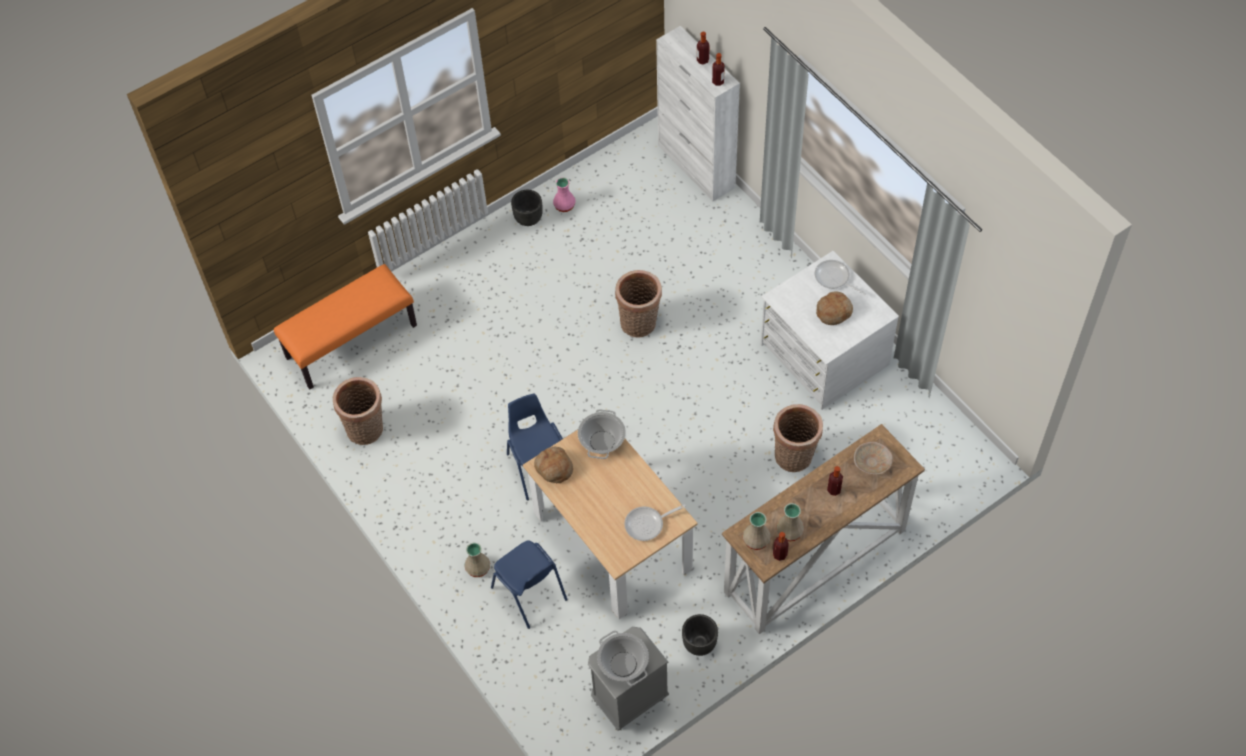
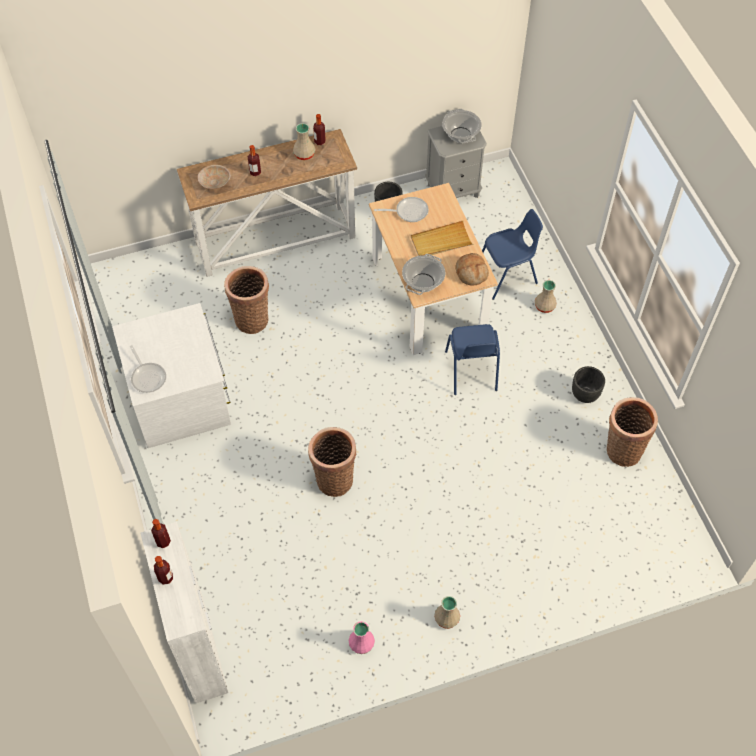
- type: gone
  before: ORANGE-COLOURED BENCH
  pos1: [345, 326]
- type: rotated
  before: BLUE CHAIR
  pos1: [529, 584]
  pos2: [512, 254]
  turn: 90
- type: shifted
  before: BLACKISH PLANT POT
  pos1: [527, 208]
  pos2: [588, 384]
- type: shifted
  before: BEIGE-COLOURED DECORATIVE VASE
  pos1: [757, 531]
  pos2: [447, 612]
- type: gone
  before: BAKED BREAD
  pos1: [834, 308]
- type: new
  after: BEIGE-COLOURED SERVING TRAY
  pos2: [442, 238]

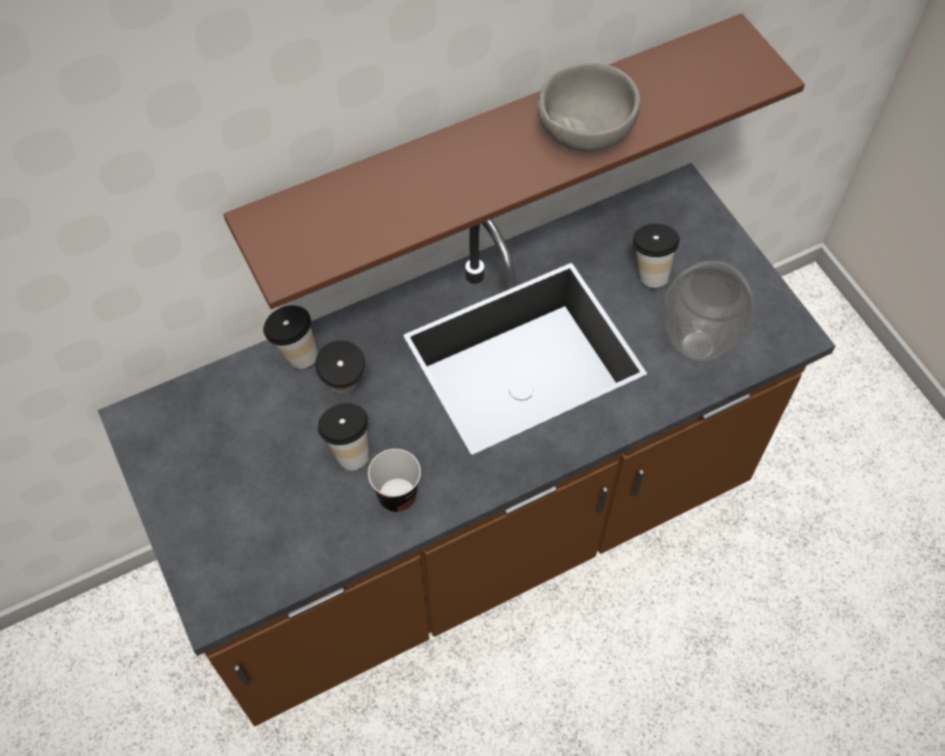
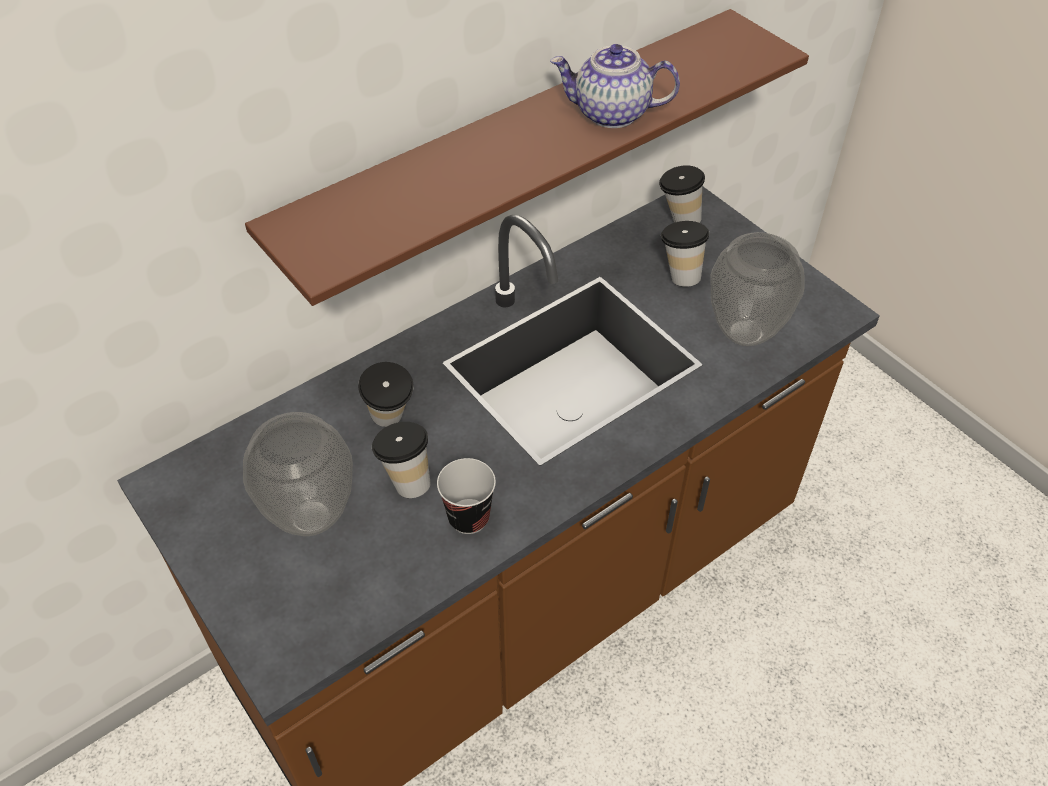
- type: shifted
  before: SMALL CUP
  pos1: [290, 337]
  pos2: [682, 194]
- type: swapped
  before: GRAY SERVING BOWL
  after: TEA POT
  pos1: [589, 107]
  pos2: [615, 86]
- type: new
  after: DECORATIVE VASE
  pos2: [298, 474]

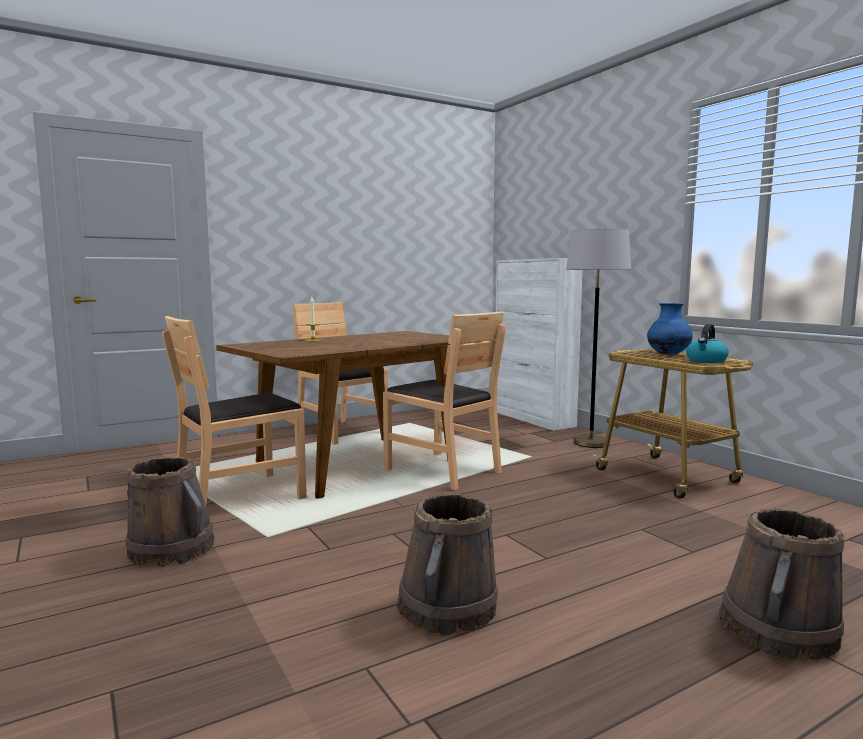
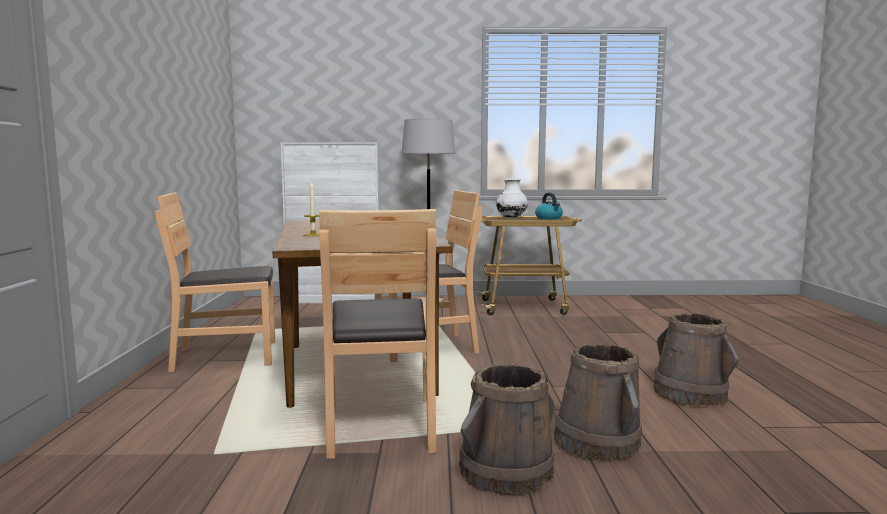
- type: repainted
  before: BLUE DECORATIVE VASE
  after: WHITISH DECORATIVE VASE
  pos1: [670, 329]
  pos2: [512, 198]
- type: shifted
  before: BROWN-COLOURED WATER BUCKET
  pos1: [781, 584]
  pos2: [598, 402]

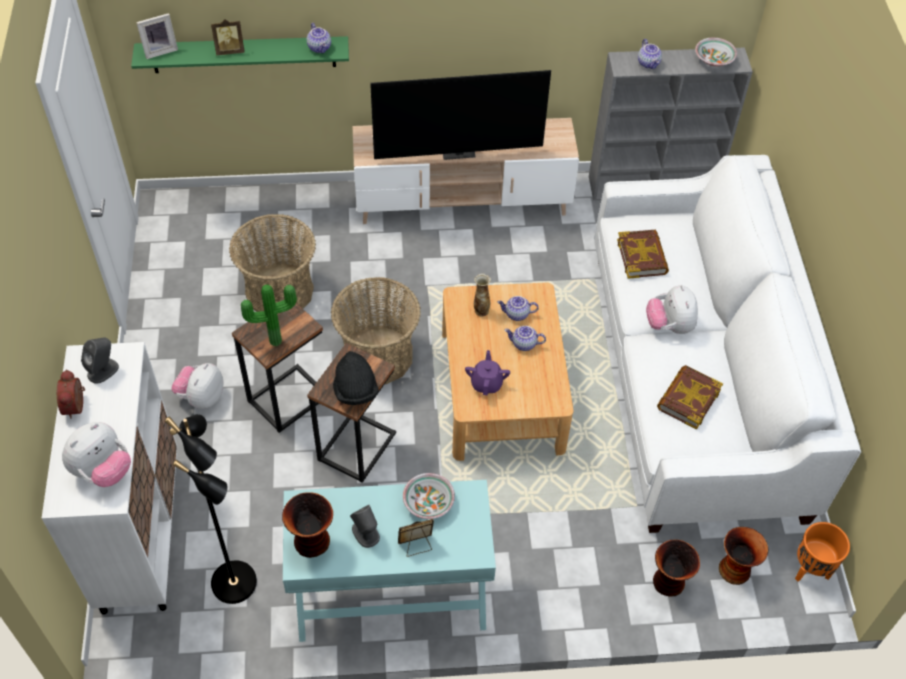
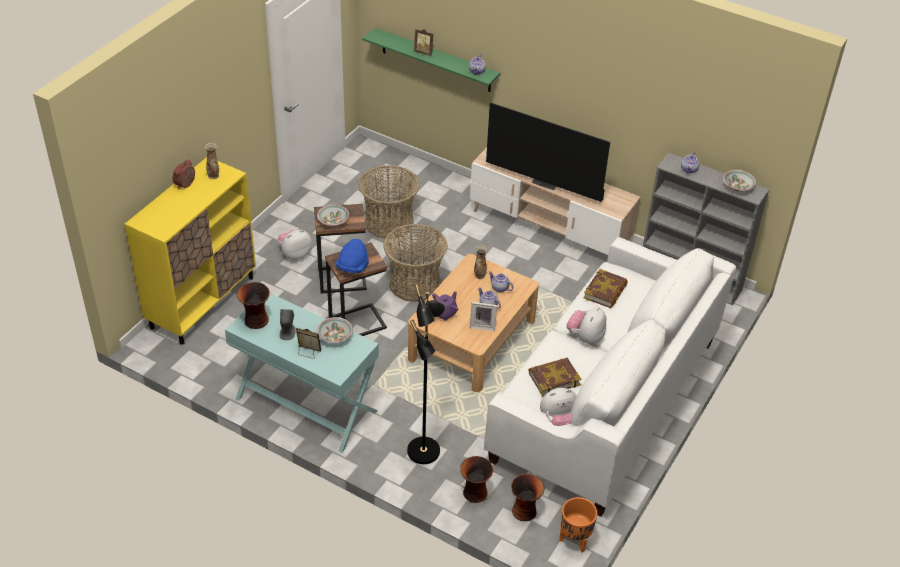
- type: repainted
  before: WHITISH CABINET
  after: YELLOWISH CABINET
  pos1: [109, 478]
  pos2: [190, 251]
- type: shifted
  before: SOFT TOY
  pos1: [96, 454]
  pos2: [558, 407]
- type: swapped
  before: GRAY SPEAKER
  after: DECORATIVE VASE
  pos1: [100, 360]
  pos2: [212, 161]
- type: shifted
  before: PICTURE FRAME
  pos1: [157, 36]
  pos2: [483, 316]
- type: shifted
  before: BLACKISH FLOOR LAMP
  pos1: [211, 509]
  pos2: [426, 374]
- type: swapped
  before: PLANT IN A POT
  after: SERVING BOWL
  pos1: [269, 315]
  pos2: [333, 215]
- type: repainted
  before: BLACKISH CLOTHING HAT
  after: BLUE CLOTHING HAT
  pos1: [356, 378]
  pos2: [352, 256]

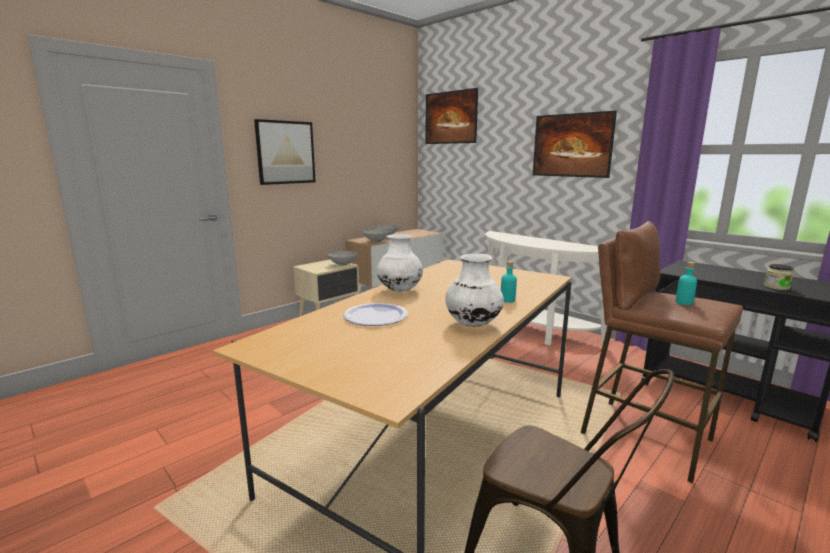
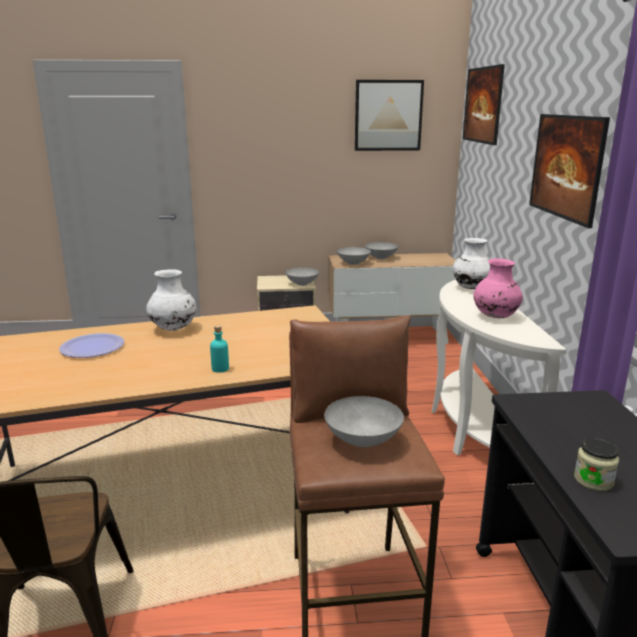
- type: shifted
  before: WALL PICTURE
  pos1: [285, 152]
  pos2: [389, 115]
- type: shifted
  before: WHITISH DECORATIVE VASE
  pos1: [474, 290]
  pos2: [471, 263]
- type: swapped
  before: TURQUOISE BOTTLE
  after: GRAY SERVING BOWL
  pos1: [686, 283]
  pos2: [364, 421]
- type: new
  after: PINKISH DECORATIVE VASE
  pos2: [498, 288]

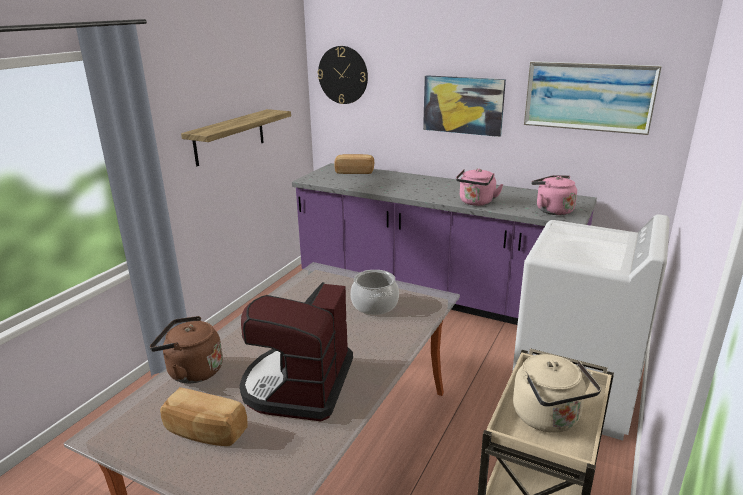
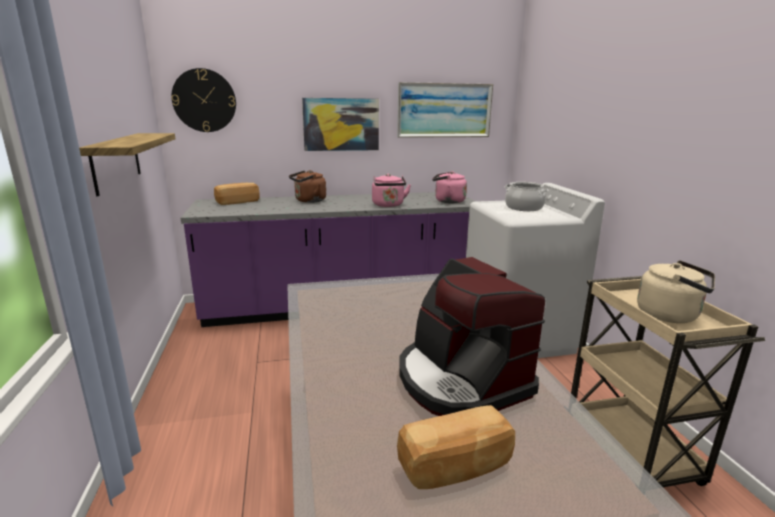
- type: shifted
  before: BROWN-COLOURED TEA KETTLE
  pos1: [186, 349]
  pos2: [307, 186]
- type: shifted
  before: COOKING POT
  pos1: [374, 292]
  pos2: [527, 196]

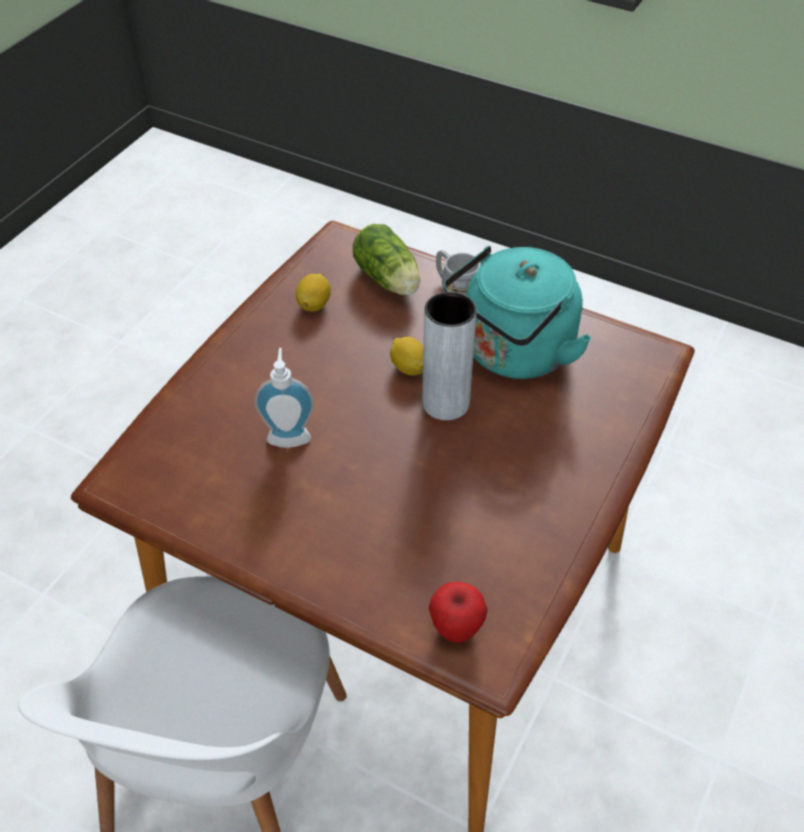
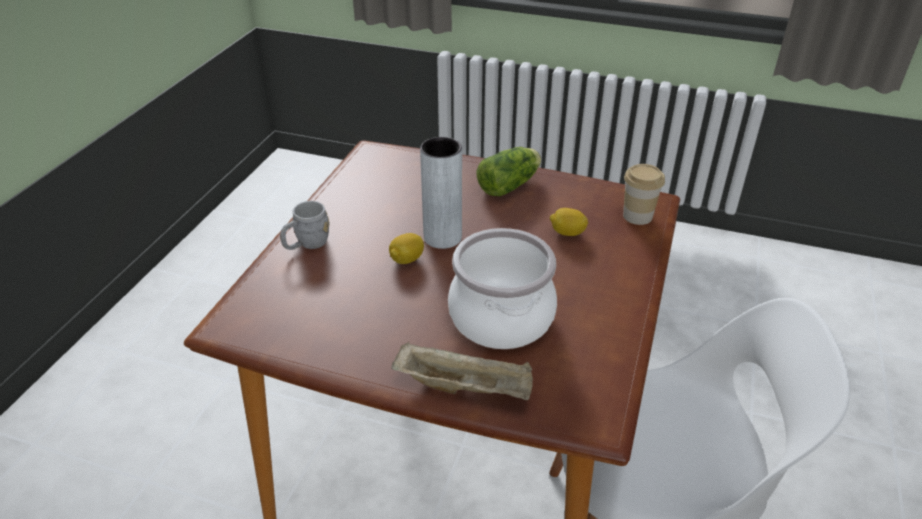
- type: swapped
  before: SOAP BOTTLE
  after: COOKING POT
  pos1: [284, 398]
  pos2: [502, 288]
- type: shifted
  before: CITRUS FRUIT
  pos1: [313, 292]
  pos2: [569, 222]
- type: shifted
  before: LETTUCE
  pos1: [386, 260]
  pos2: [508, 171]
- type: swapped
  before: APPLE
  after: SMALL CUP
  pos1: [458, 612]
  pos2: [644, 194]
- type: gone
  before: TURQUOISE TEA KETTLE
  pos1: [517, 312]
- type: new
  after: BEIGE-COLOURED SERVING TRAY
  pos2: [462, 371]

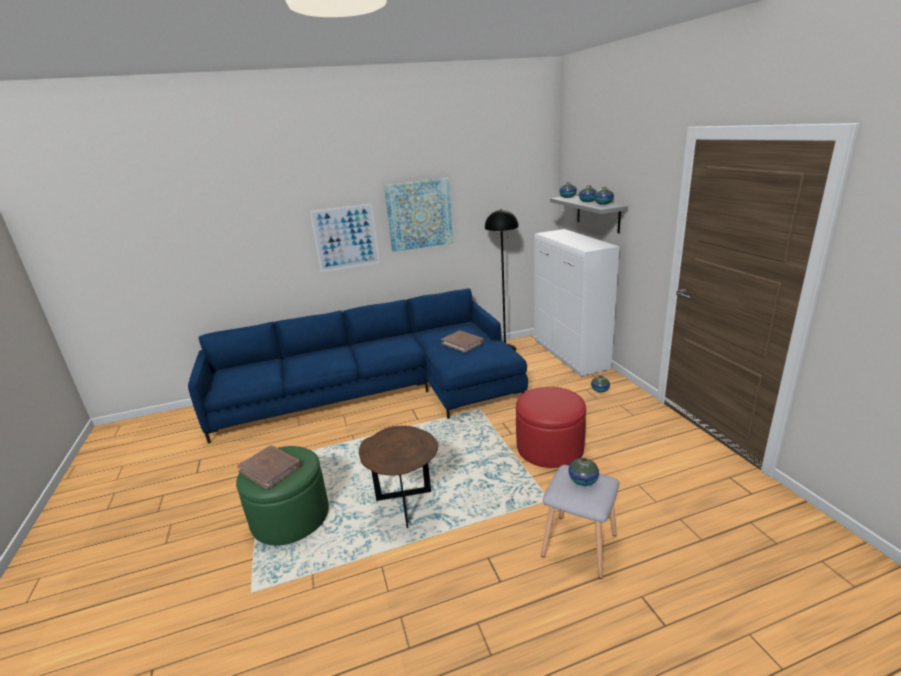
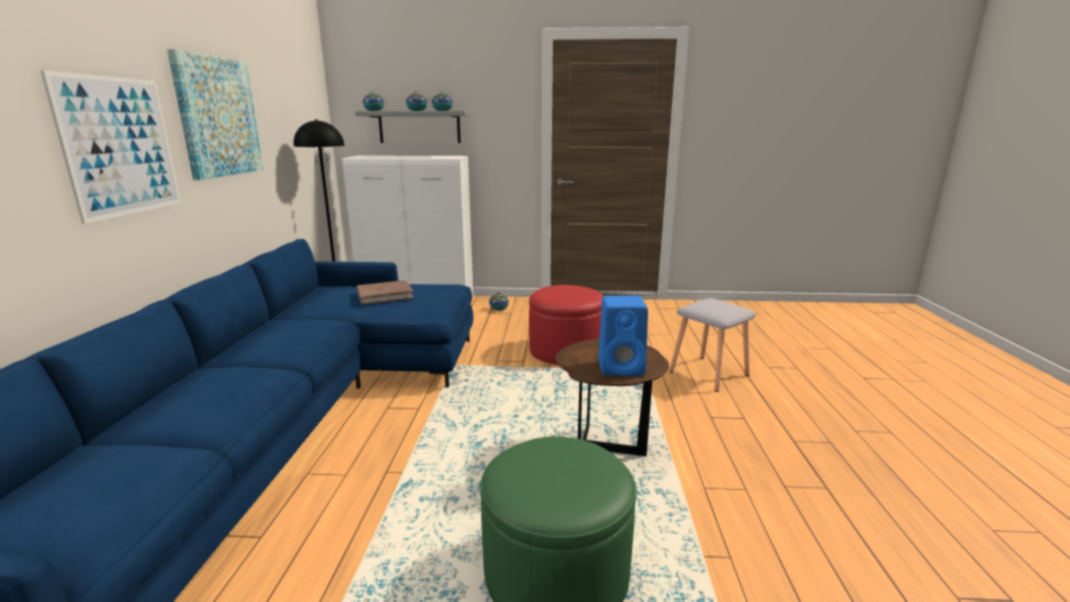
- type: gone
  before: BROWN-COLOURED BOUND BOOK
  pos1: [269, 467]
- type: gone
  before: DECORATIVE VASE
  pos1: [583, 472]
- type: new
  after: BLUE SPEAKER
  pos2: [623, 336]

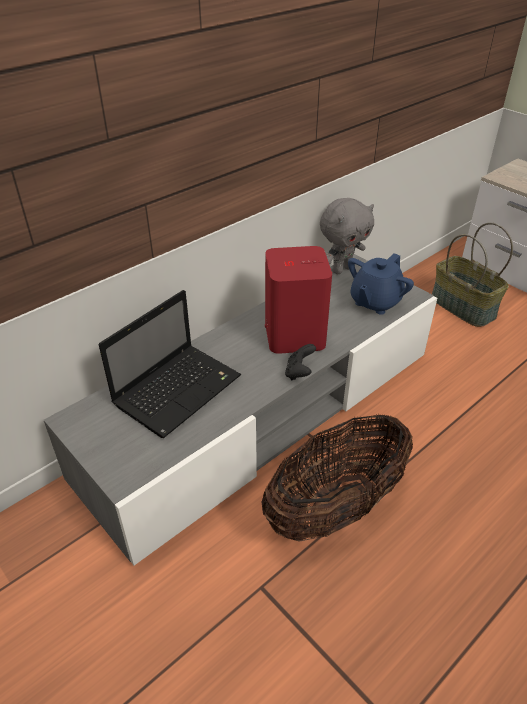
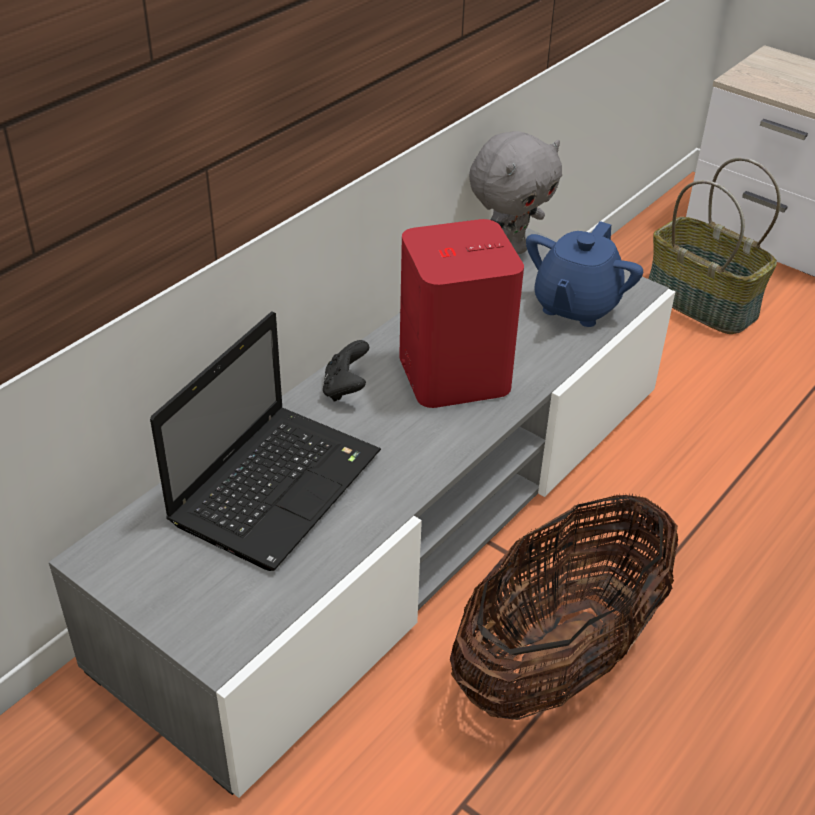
- type: shifted
  before: BLACKISH GAMEPAD
  pos1: [300, 362]
  pos2: [346, 371]

